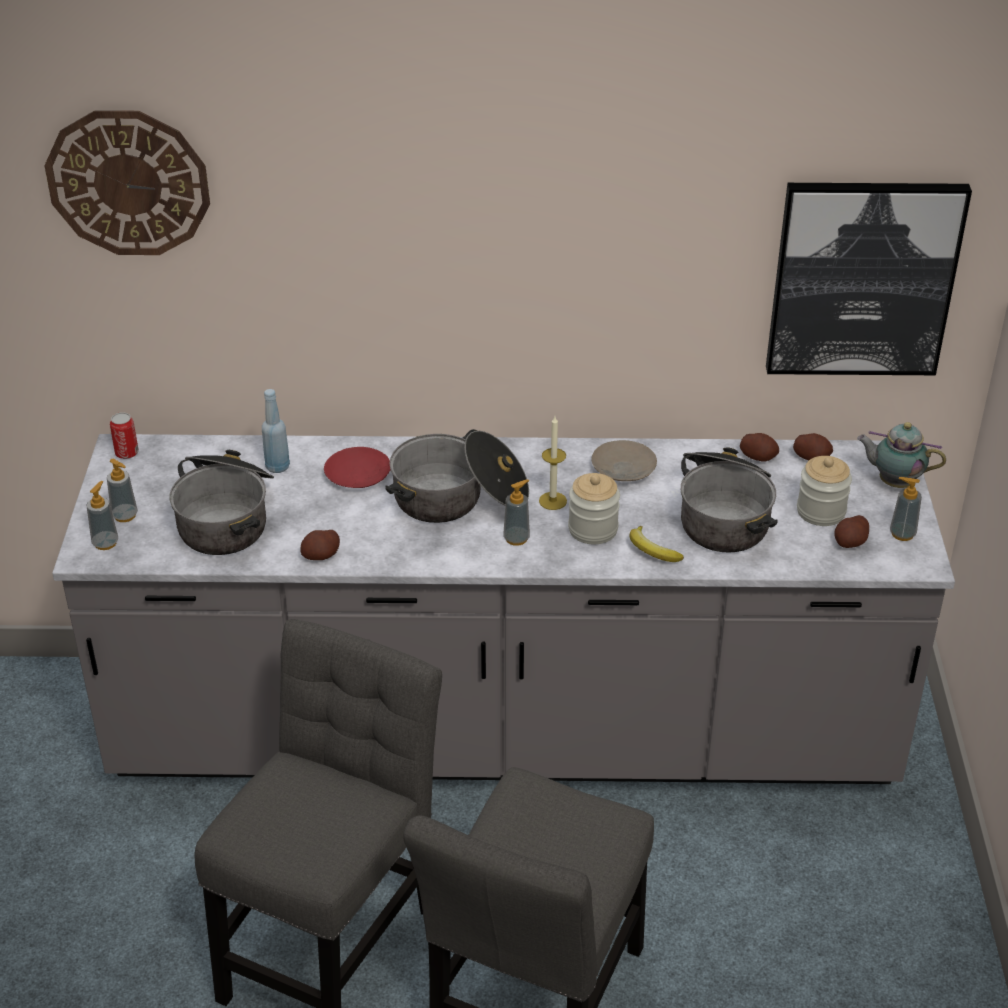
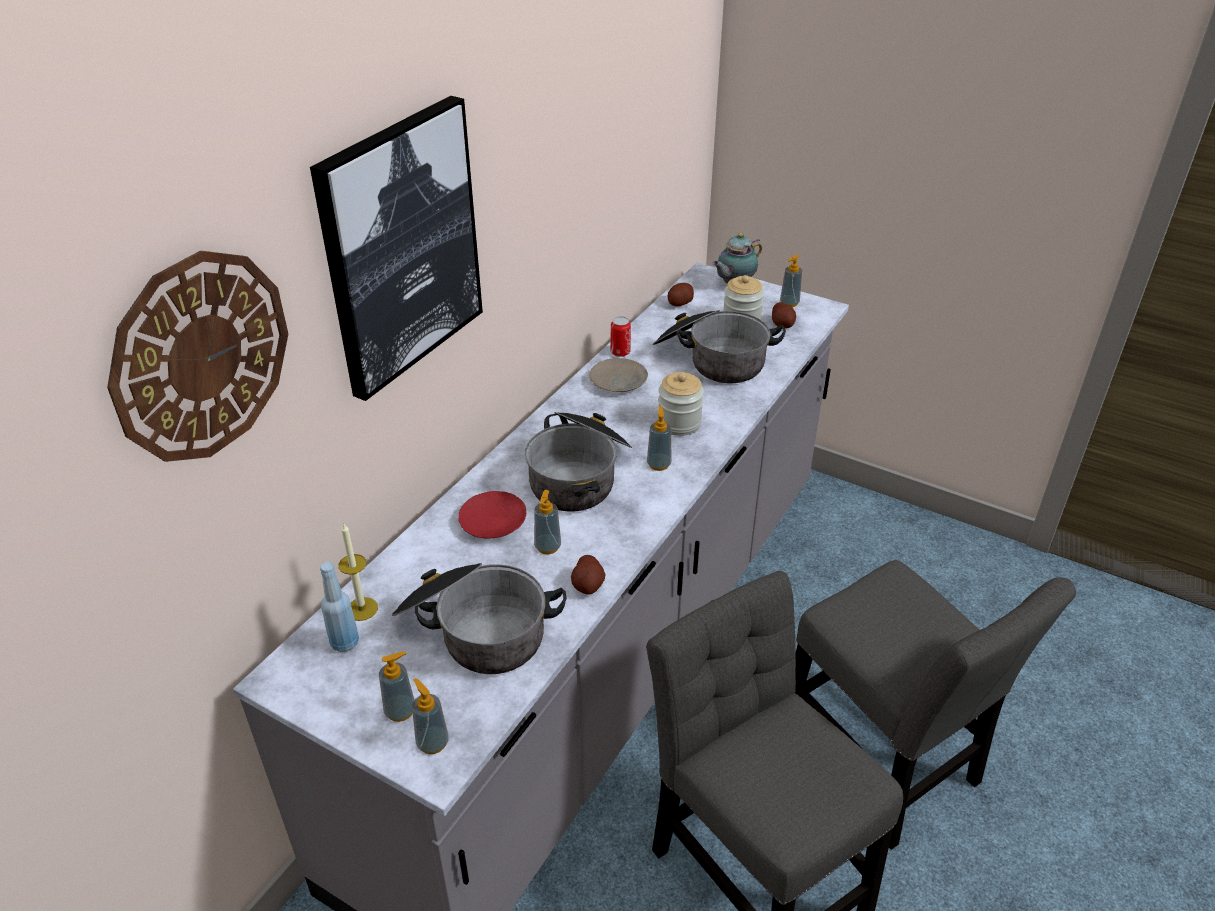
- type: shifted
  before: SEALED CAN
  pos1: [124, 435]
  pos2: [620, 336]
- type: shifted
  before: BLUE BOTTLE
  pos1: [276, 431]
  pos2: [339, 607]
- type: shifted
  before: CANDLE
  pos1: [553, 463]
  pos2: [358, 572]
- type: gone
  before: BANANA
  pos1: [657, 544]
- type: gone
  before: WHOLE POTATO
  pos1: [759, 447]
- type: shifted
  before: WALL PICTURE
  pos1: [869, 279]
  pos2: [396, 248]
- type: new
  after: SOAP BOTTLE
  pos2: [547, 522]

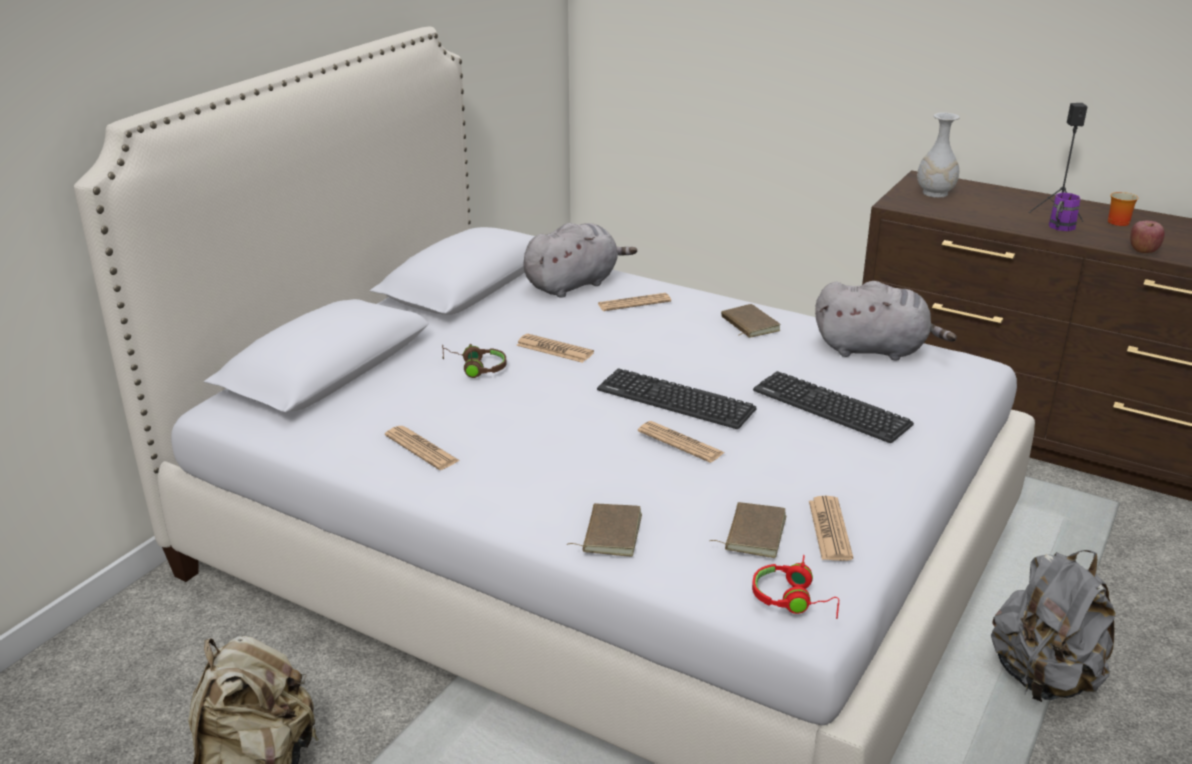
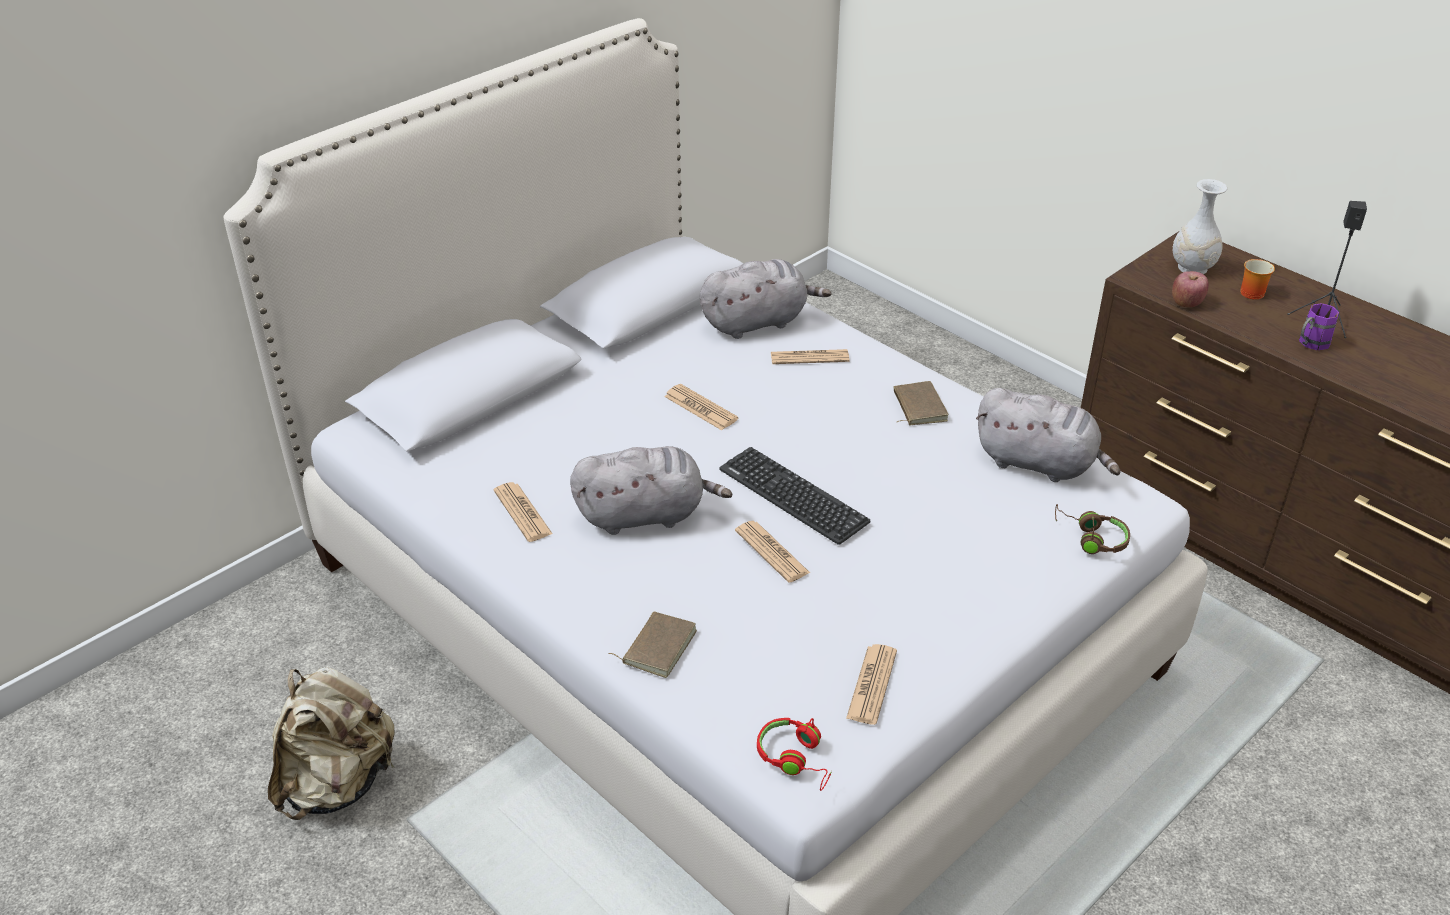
- type: shifted
  before: BROWN-COLOURED PAIR OF HEADPHONES
  pos1: [474, 361]
  pos2: [1092, 529]
- type: gone
  before: BROWN-COLOURED BOUND BOOK
  pos1: [748, 530]
- type: gone
  before: KEYBOARD
  pos1: [833, 407]
- type: gone
  before: GRAY KNAPSACK
  pos1: [1053, 626]
- type: shifted
  before: COFFEE MUG
  pos1: [1123, 209]
  pos2: [1257, 279]
- type: shifted
  before: APPLE
  pos1: [1147, 237]
  pos2: [1190, 289]
- type: new
  after: GRAY SOFT TOY
  pos2: [651, 490]

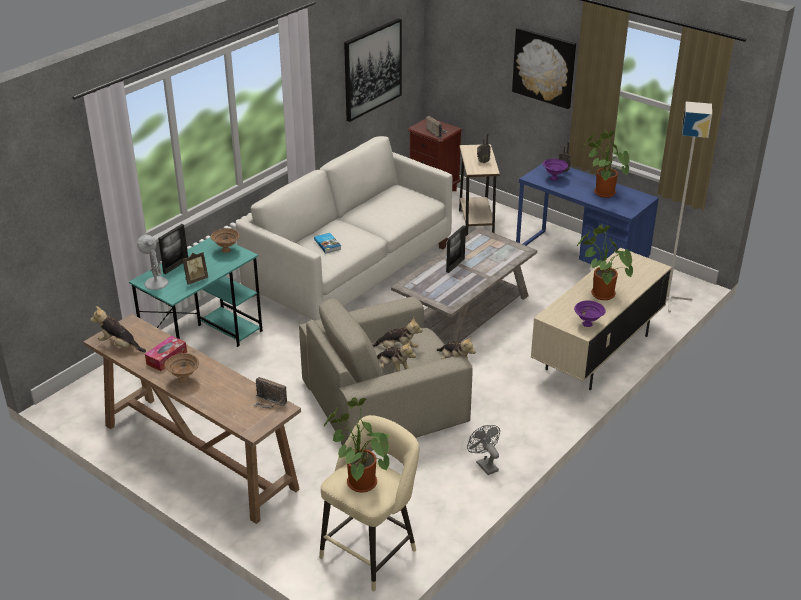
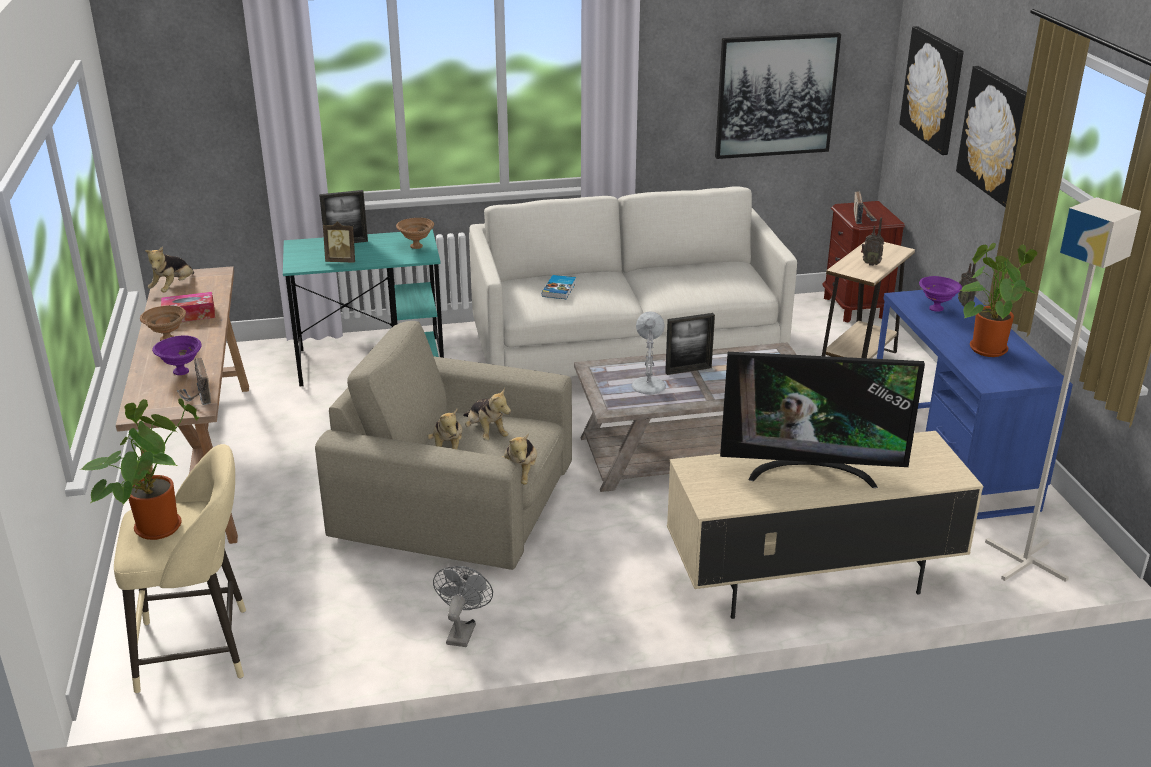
- type: rotated
  before: SOFT TOY
  pos1: [118, 329]
  pos2: [169, 270]
  turn: -135
- type: shifted
  before: WHITISH TABLETOP LAMP
  pos1: [152, 262]
  pos2: [649, 352]
- type: shifted
  before: PURPLE SERVING BOWL
  pos1: [590, 313]
  pos2: [176, 355]
- type: swapped
  before: PLANT IN A POT
  after: TELEVISION
  pos1: [605, 262]
  pos2: [822, 420]
- type: new
  after: WALL PICTURE
  pos2: [931, 90]

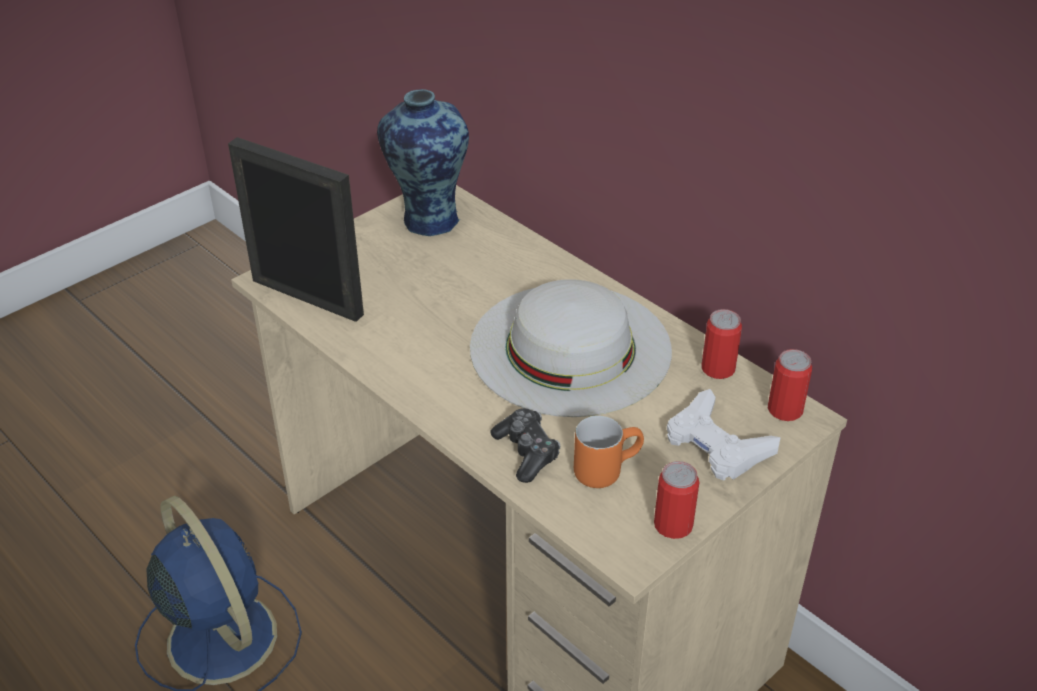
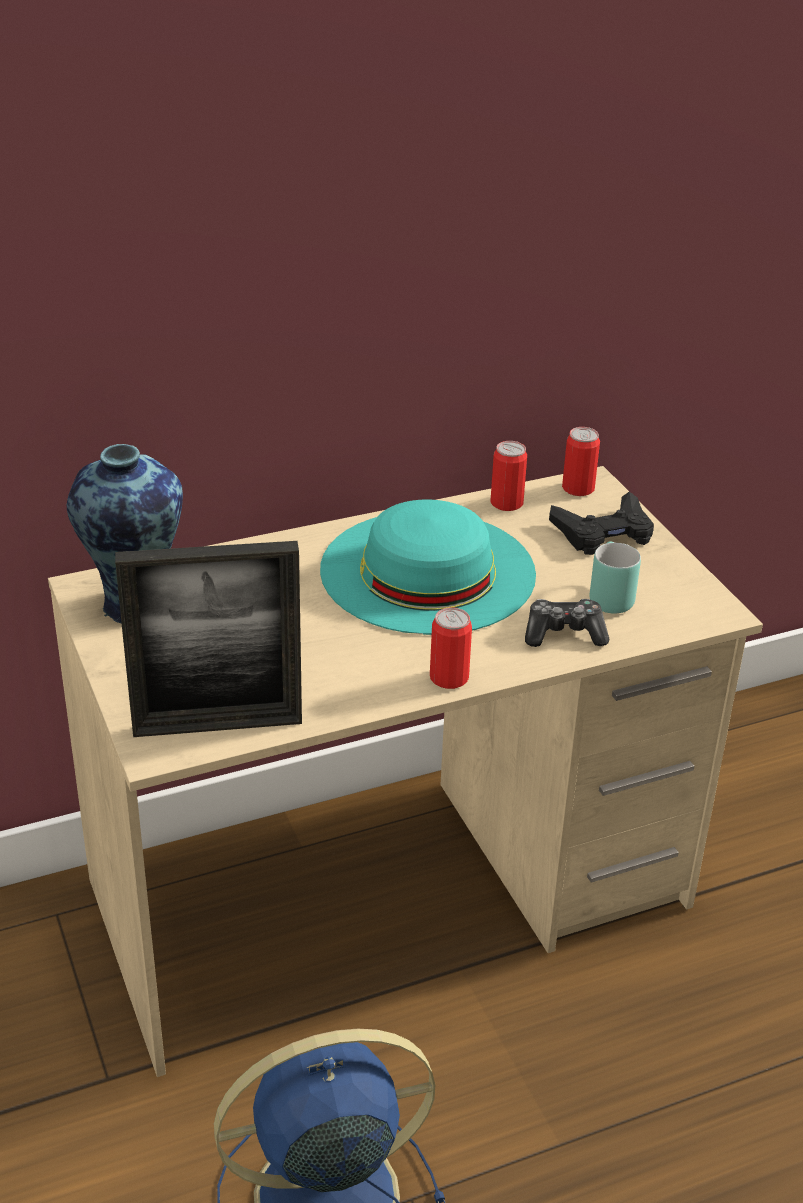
- type: rotated
  before: PICTURE FRAME
  pos1: [296, 229]
  pos2: [208, 639]
  turn: -150
- type: repainted
  before: WHITISH CLOTHING HAT
  after: TURQUOISE CLOTHING HAT
  pos1: [571, 348]
  pos2: [428, 567]
- type: repainted
  before: ORANGE-COLOURED COFFEE MUG
  after: TURQUOISE COFFEE MUG
  pos1: [609, 452]
  pos2: [615, 578]
- type: shifted
  before: SEALED CAN
  pos1: [677, 500]
  pos2: [451, 648]
- type: repainted
  before: WHITISH GAMEPAD
  after: BLACKISH GAMEPAD
  pos1: [724, 435]
  pos2: [601, 523]

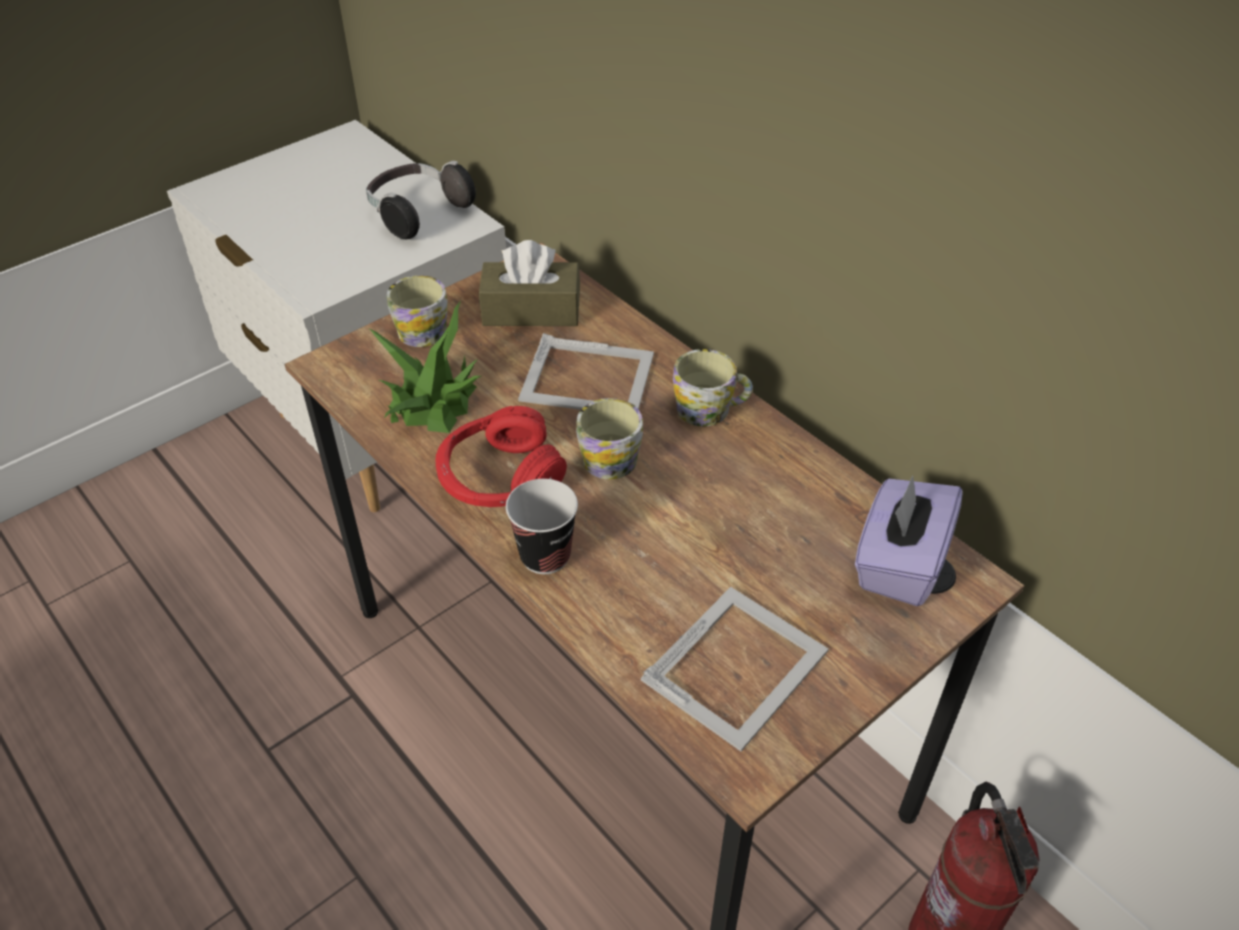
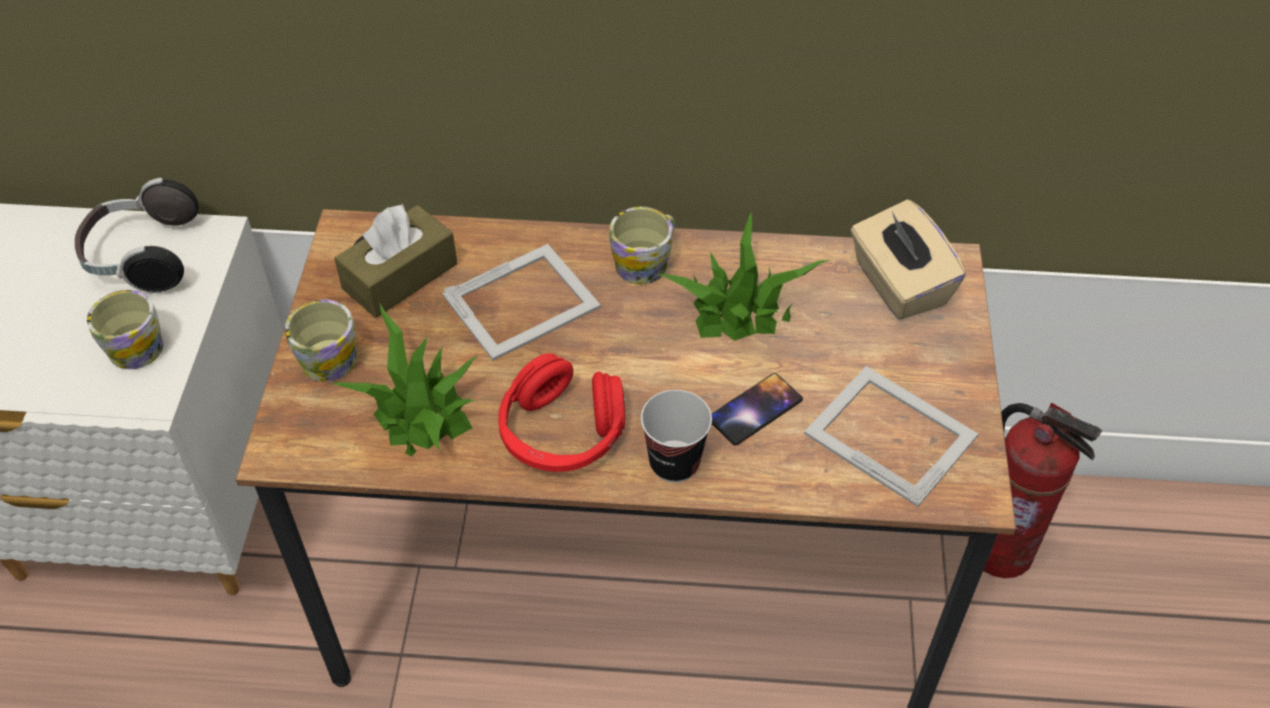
- type: shifted
  before: COFFEE MUG
  pos1: [609, 438]
  pos2: [125, 329]
- type: rotated
  before: PICTURE FRAME
  pos1: [735, 669]
  pos2: [891, 436]
  turn: -45
- type: repainted
  before: PURPLE BOX OF TISSUES
  after: BEIGE-COLOURED BOX OF TISSUES
  pos1: [908, 540]
  pos2: [908, 259]
- type: new
  after: PLANT IN A POT
  pos2: [744, 276]
- type: new
  after: HANDSET
  pos2: [757, 409]

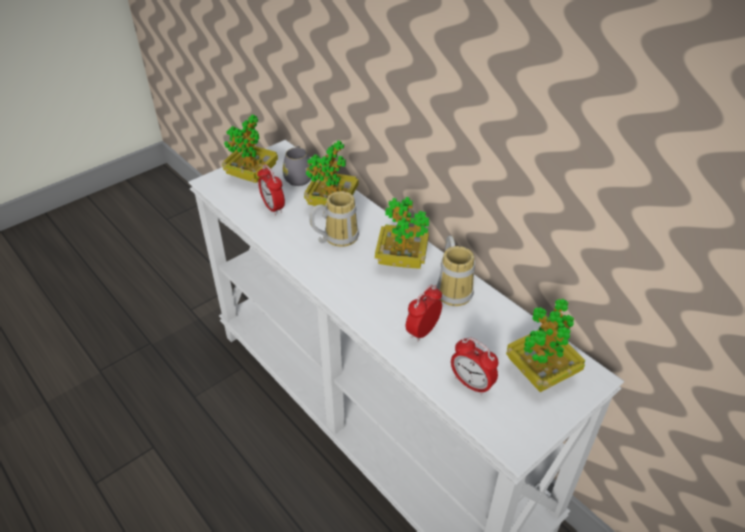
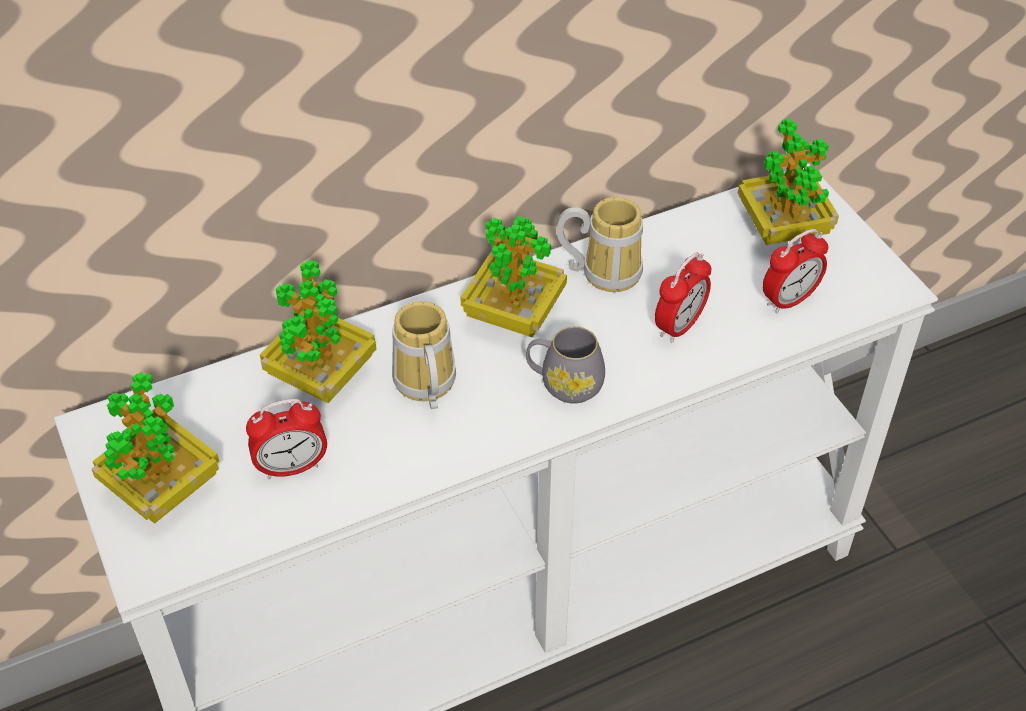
- type: shifted
  before: GRAY COFFEE MUG
  pos1: [298, 166]
  pos2: [565, 365]
- type: rotated
  before: ALARM CLOCK
  pos1: [424, 313]
  pos2: [683, 297]
  turn: -105

